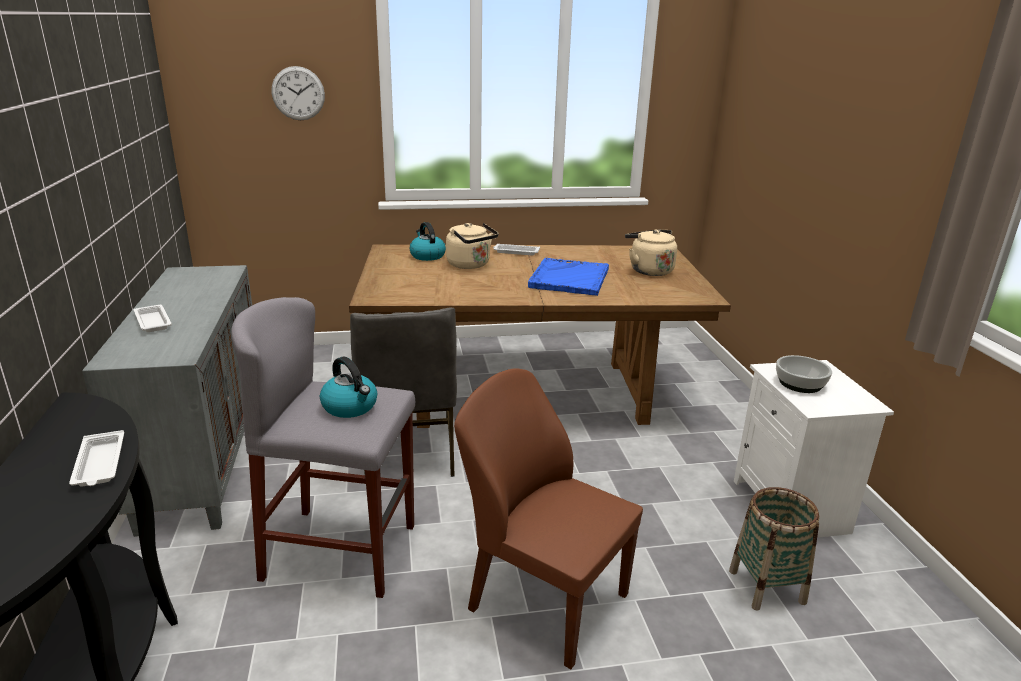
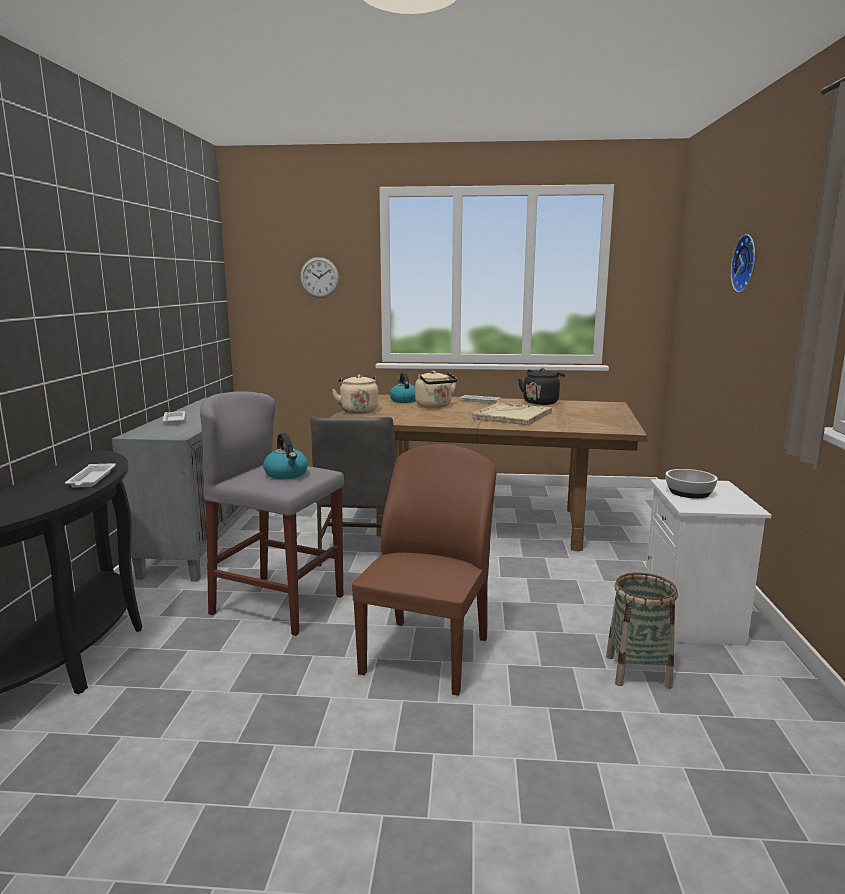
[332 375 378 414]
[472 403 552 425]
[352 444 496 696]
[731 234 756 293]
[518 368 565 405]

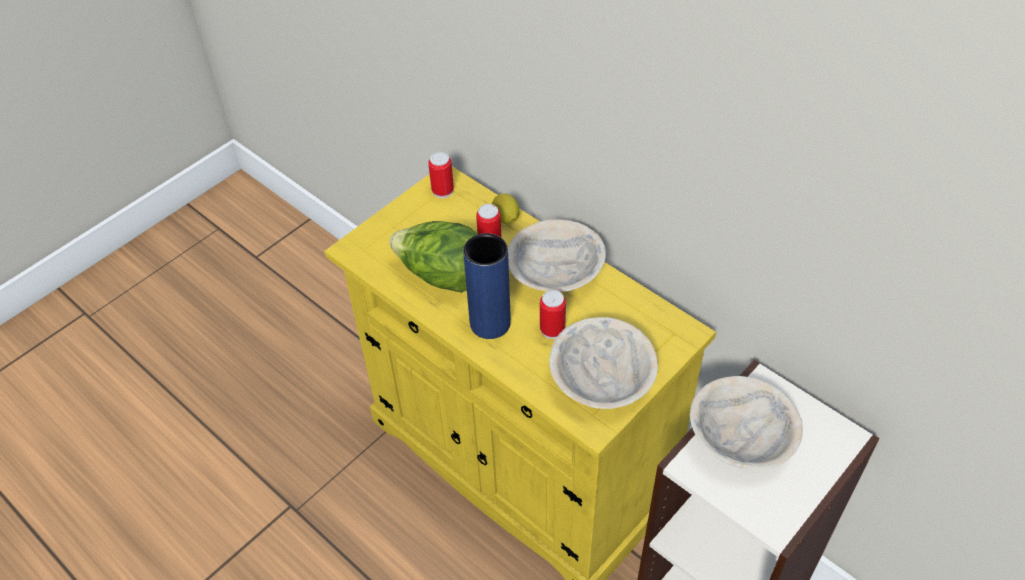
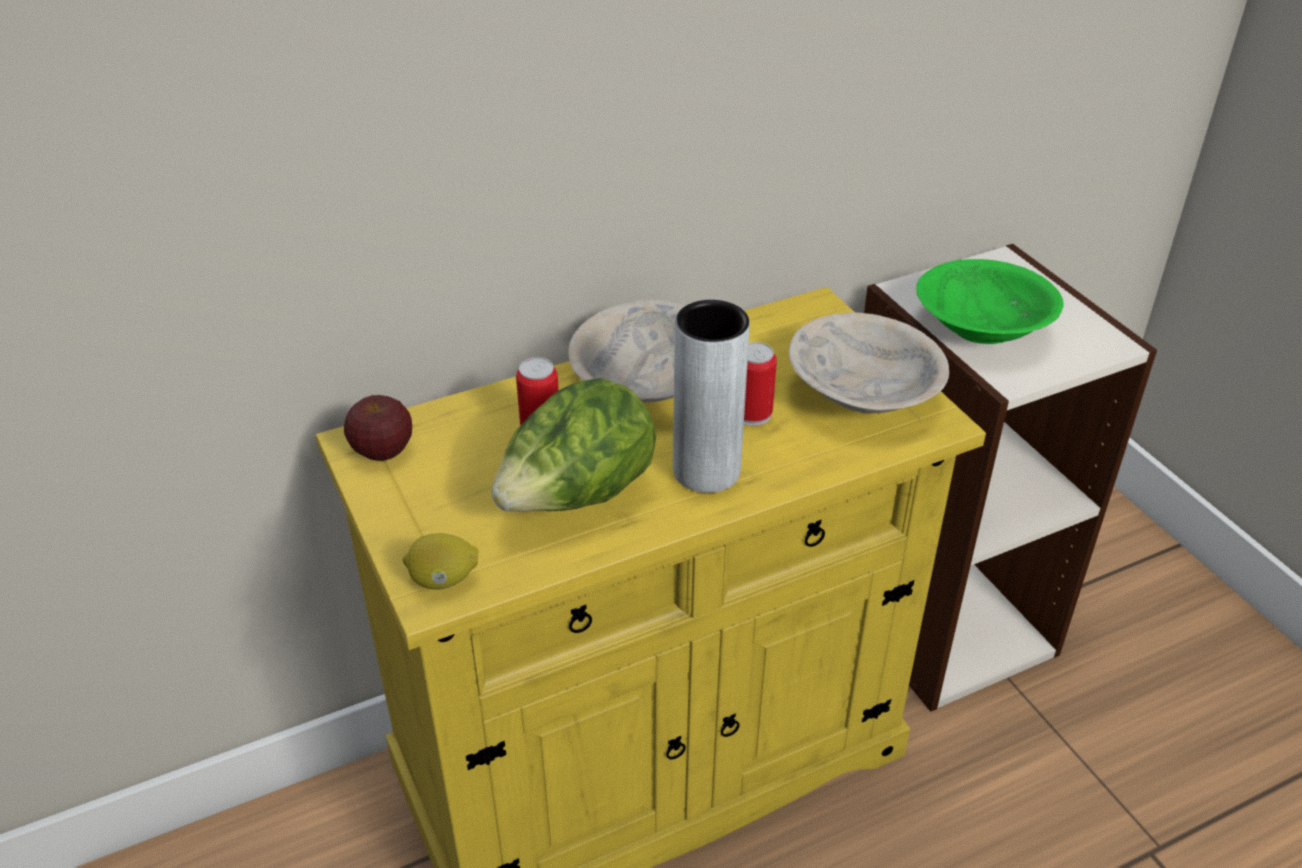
[344 395 412 461]
[403 533 478 590]
[673 300 750 493]
[916 259 1064 344]

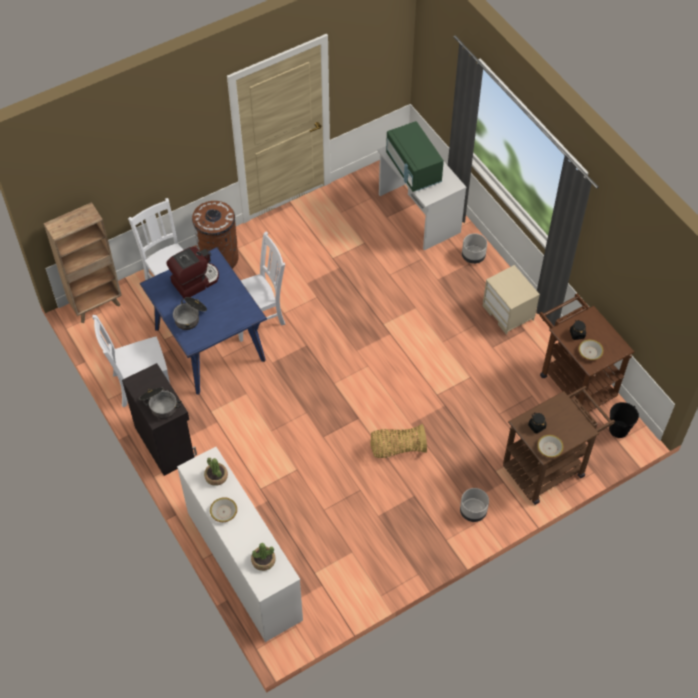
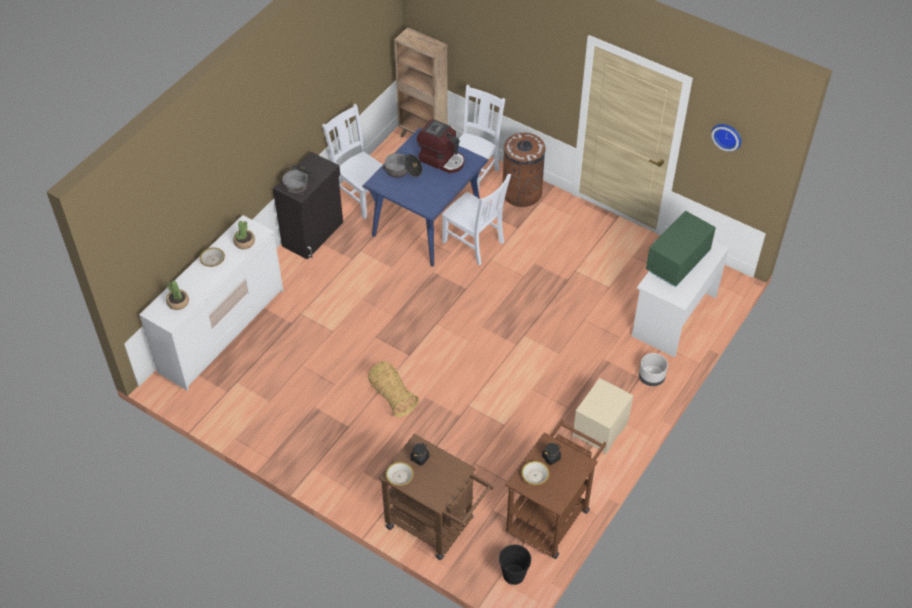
[460 488 489 522] (first image)
[711 124 741 151]

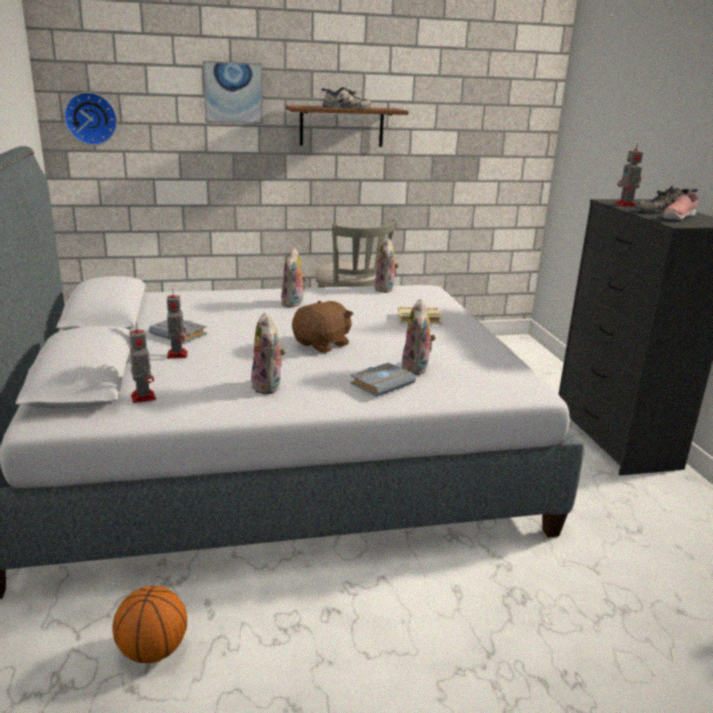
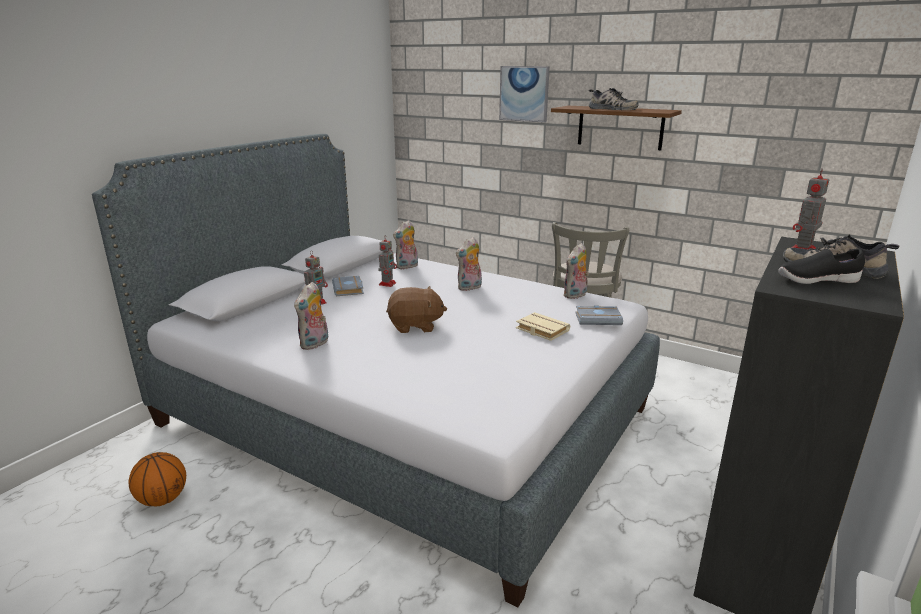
[64 92 117 145] (first image)
[778 249 865 284]
[393 220 418 269]
[378 235 397 287]
[575 305 623 325]

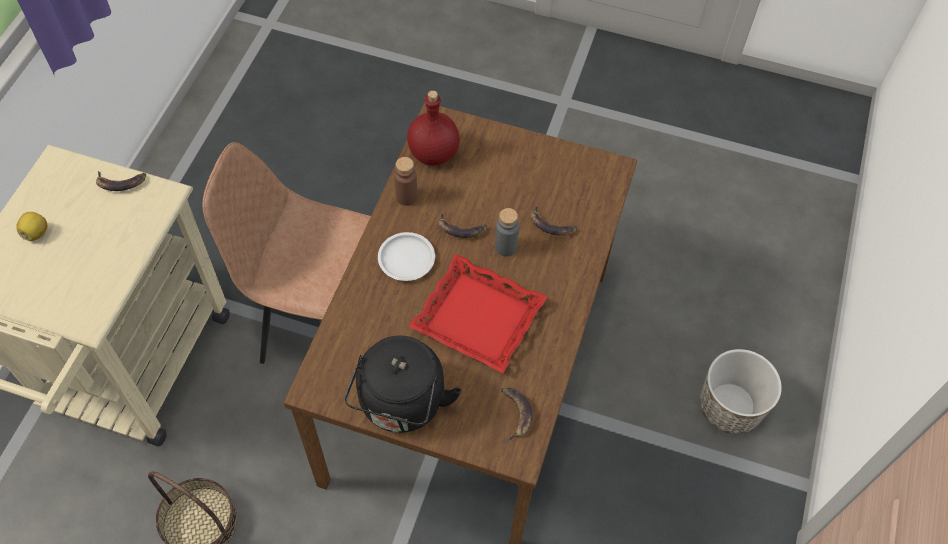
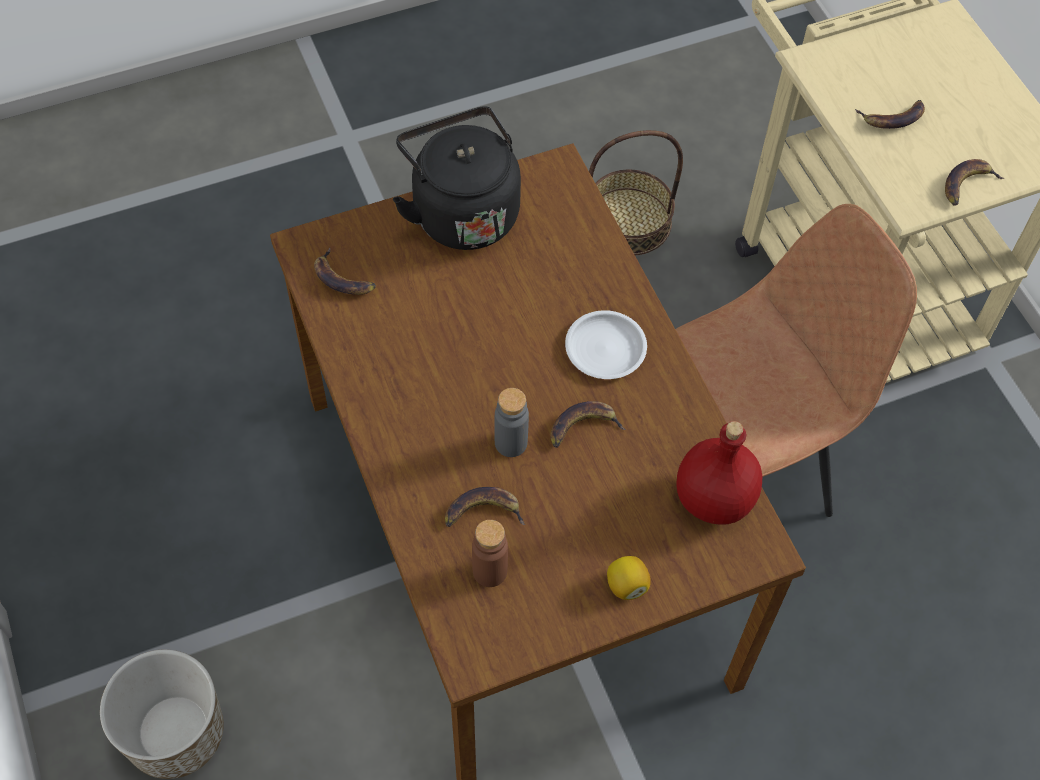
[472 520 508 587]
[607 556 651 600]
[408 254 547 373] (first image)
[855 100 925 129]

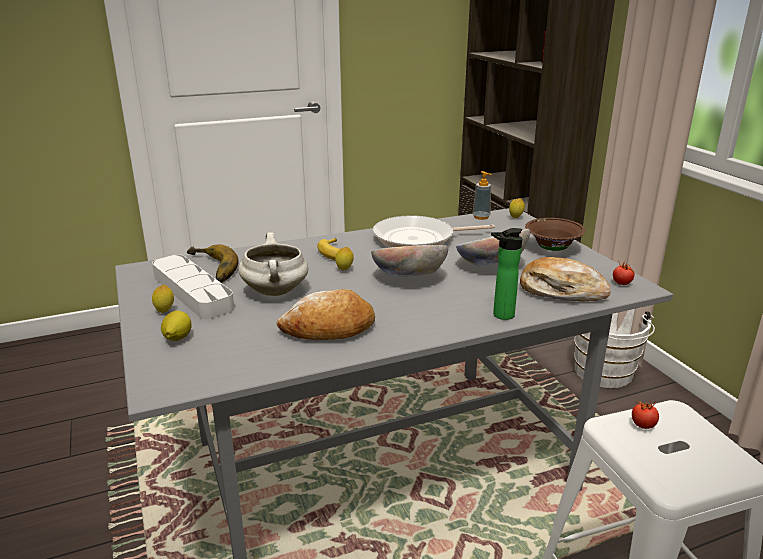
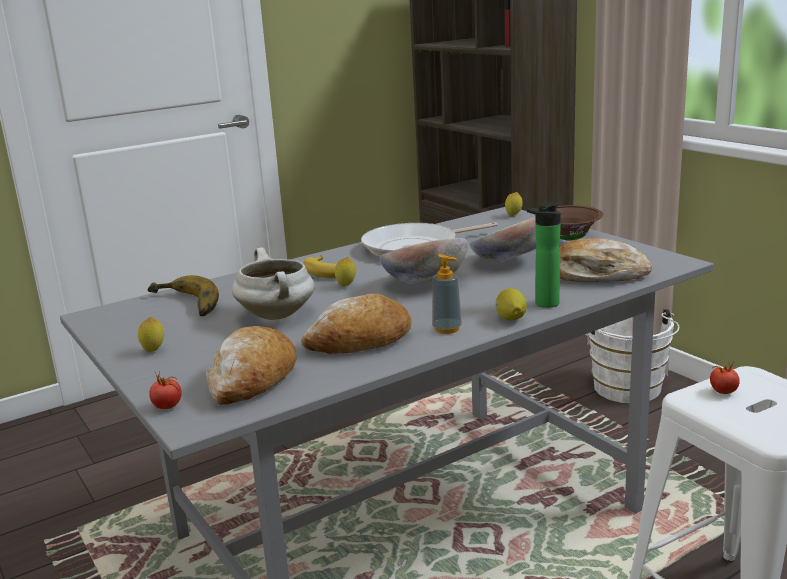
[432 254 462 334]
[152 255 234 319] (first image)
[149 372 182 409]
[495 288 527 320]
[206 326 297 405]

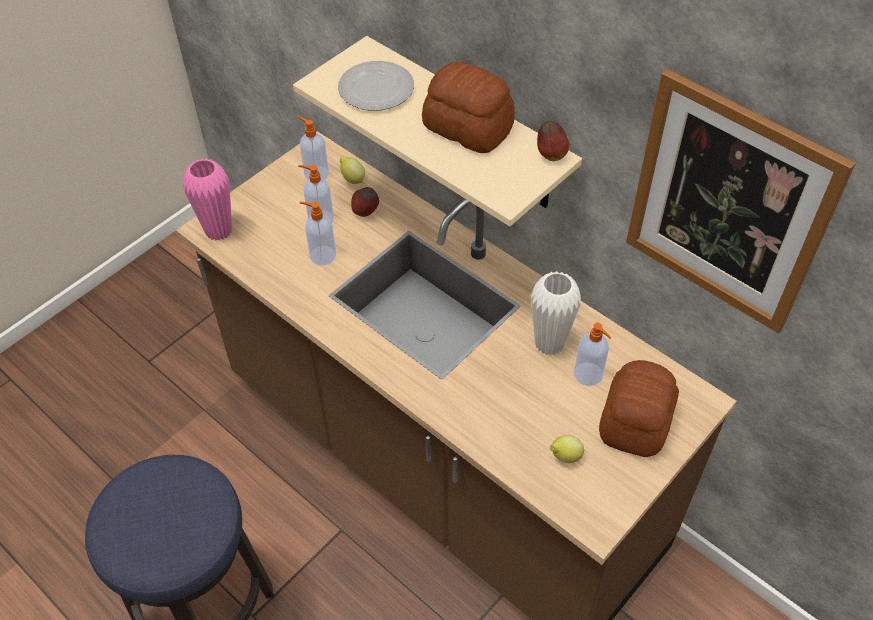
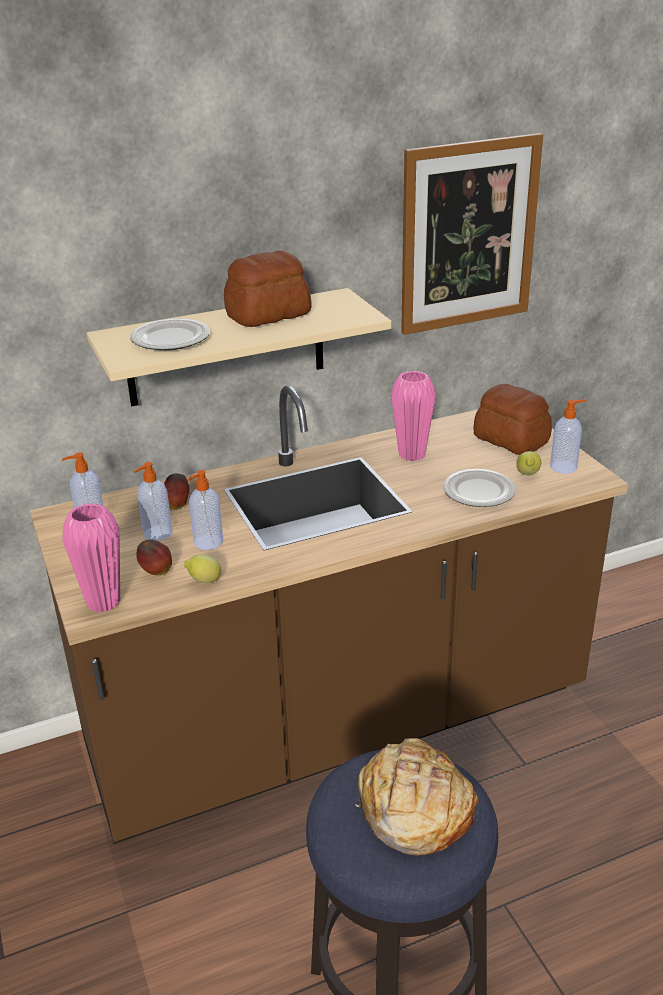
[137 539 172 575]
[184 554 221 583]
[391 371 436 461]
[550 400 587 474]
[443 469 516 507]
[355 738 479 855]

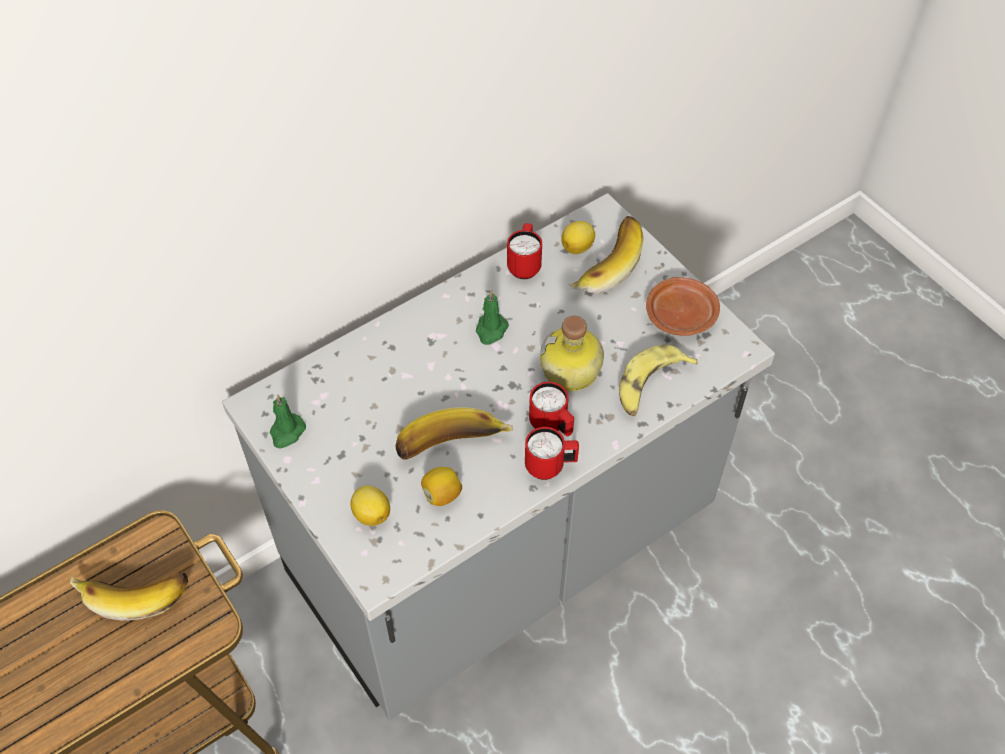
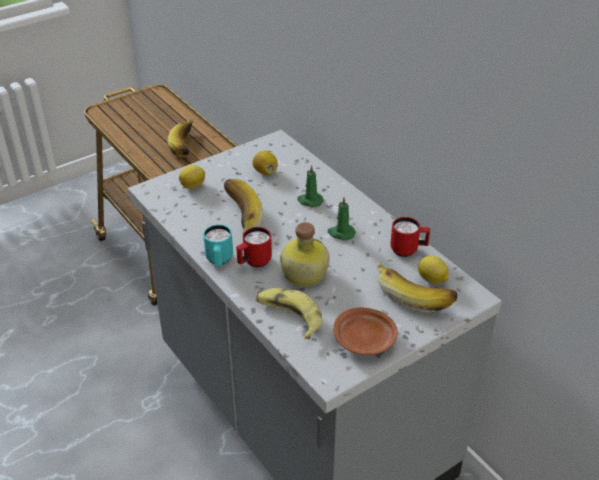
[297 165 324 208]
[203 225 233 267]
[252 151 278 175]

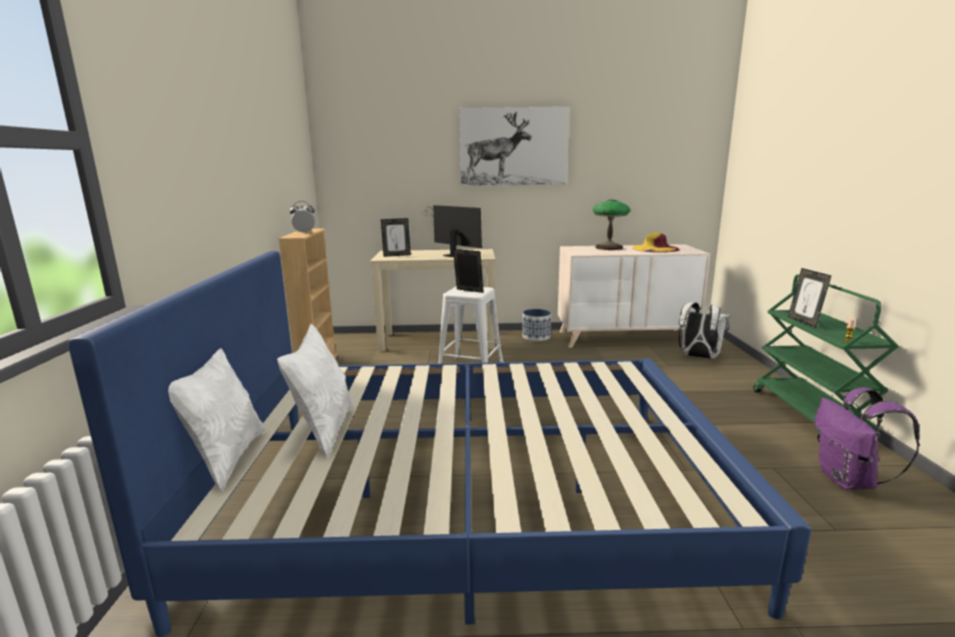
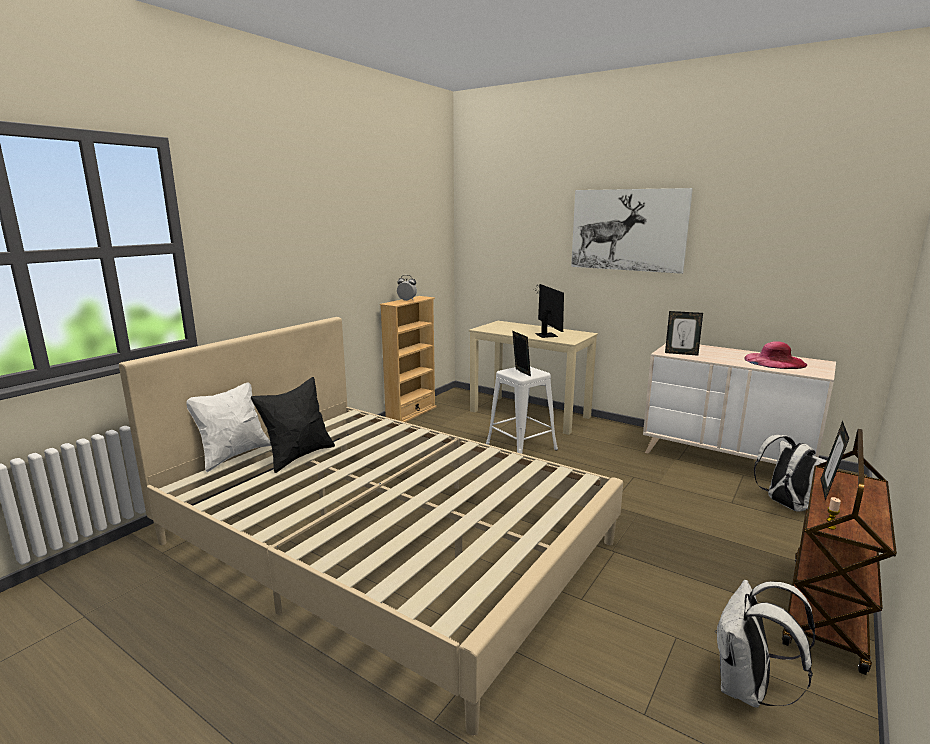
[593 200 631 250] (first image)
[665 311 703 356]
[744 341 807 369]
[119 317 623 735]
[782 429 897 675]
[522 309 551 341] (first image)
[251 377 335 473]
[715 580 816 707]

